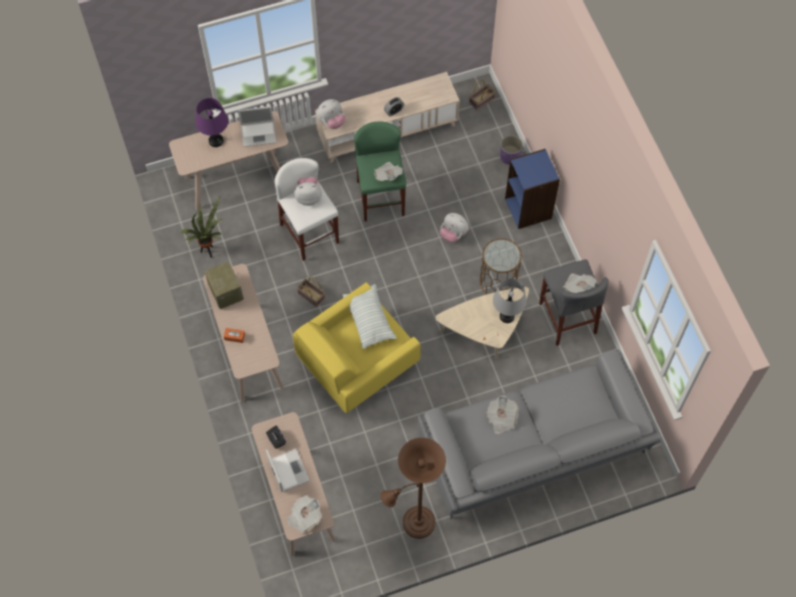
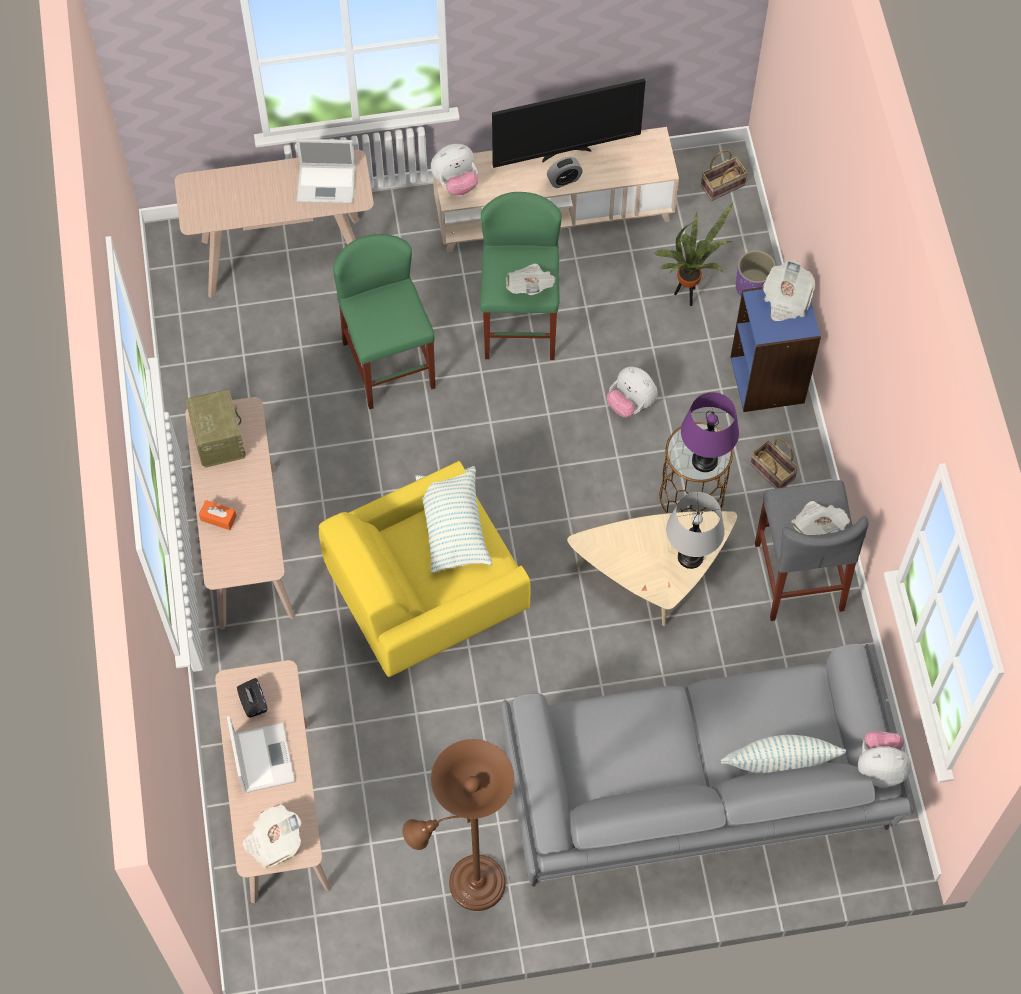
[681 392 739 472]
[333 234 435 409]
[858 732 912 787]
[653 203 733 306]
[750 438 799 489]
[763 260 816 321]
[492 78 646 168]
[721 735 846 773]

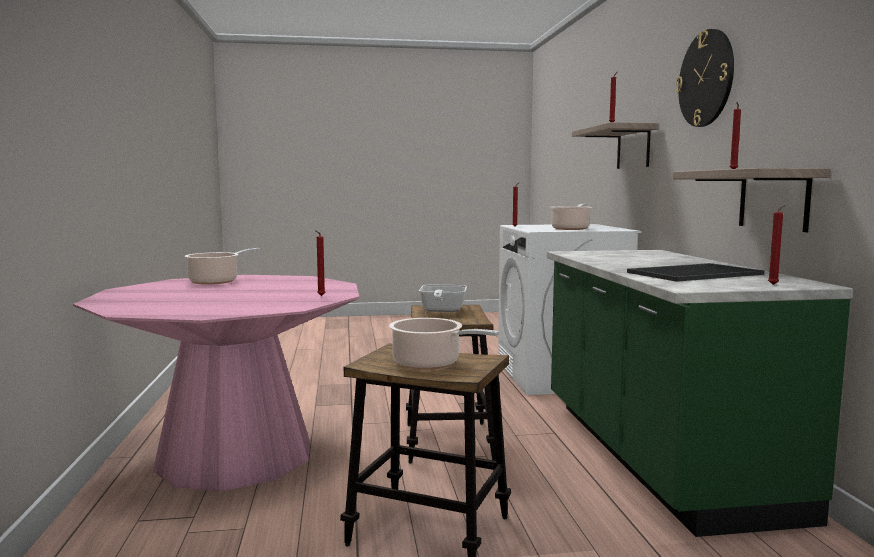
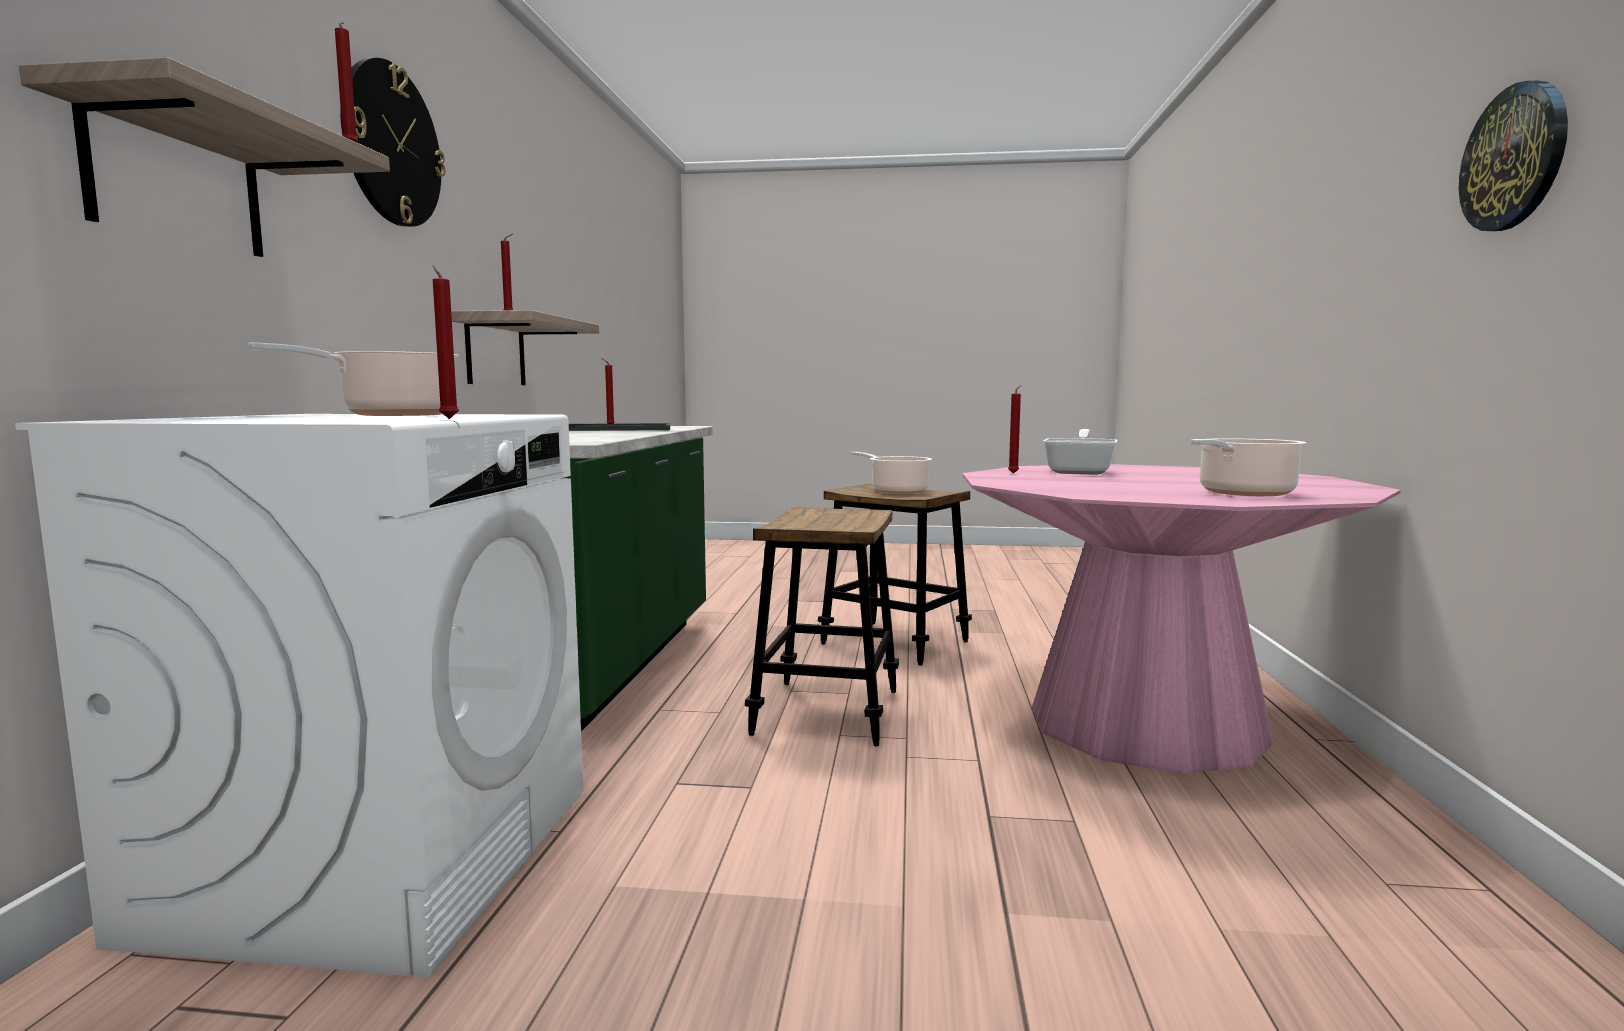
[1043 429 1118 475]
[1459 80 1568 231]

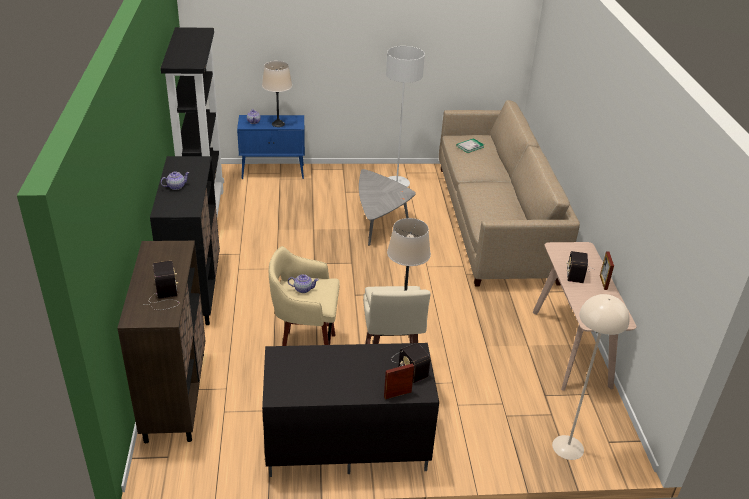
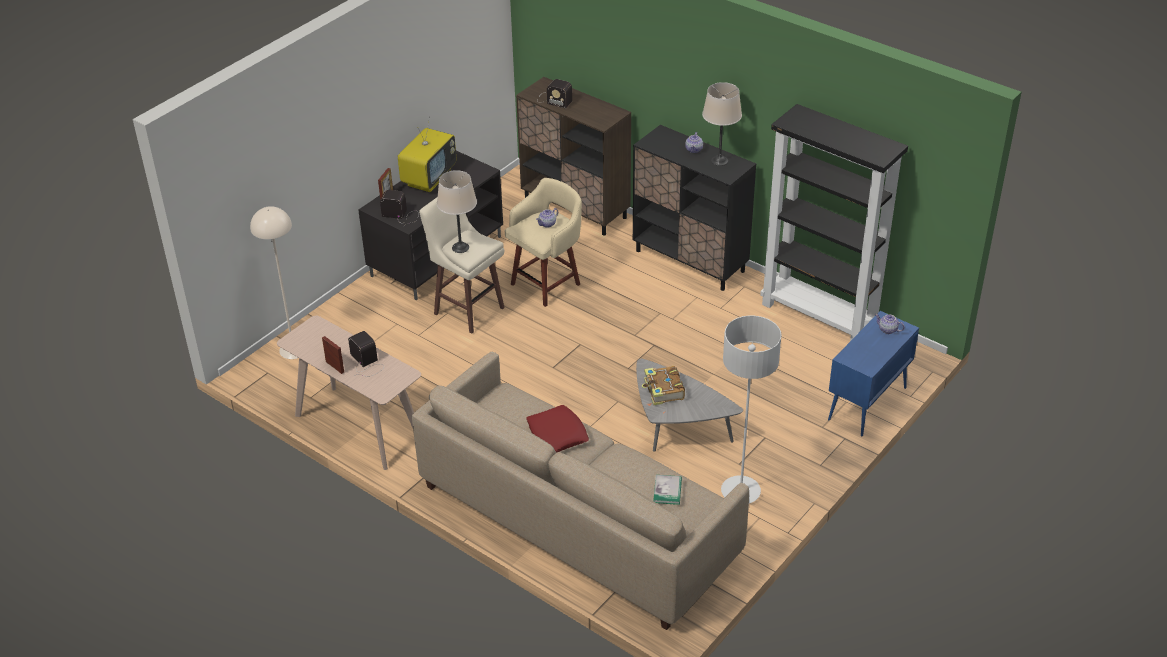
[702 82 742 166]
[398 116 456 192]
[642 366 685 405]
[526 405 589 453]

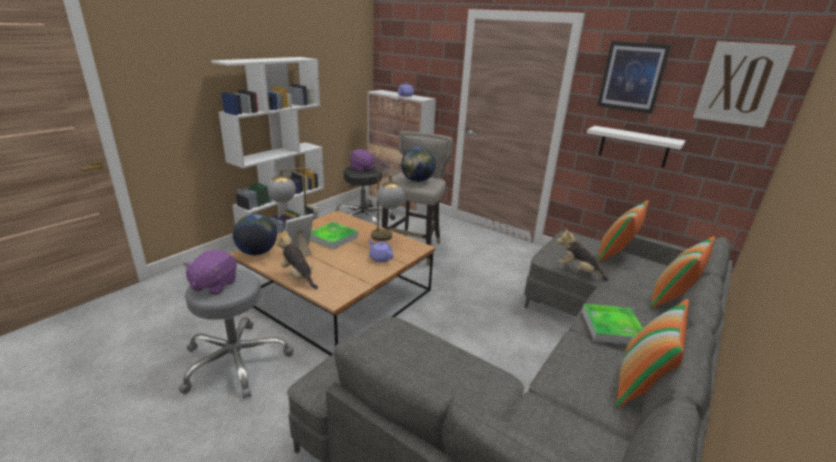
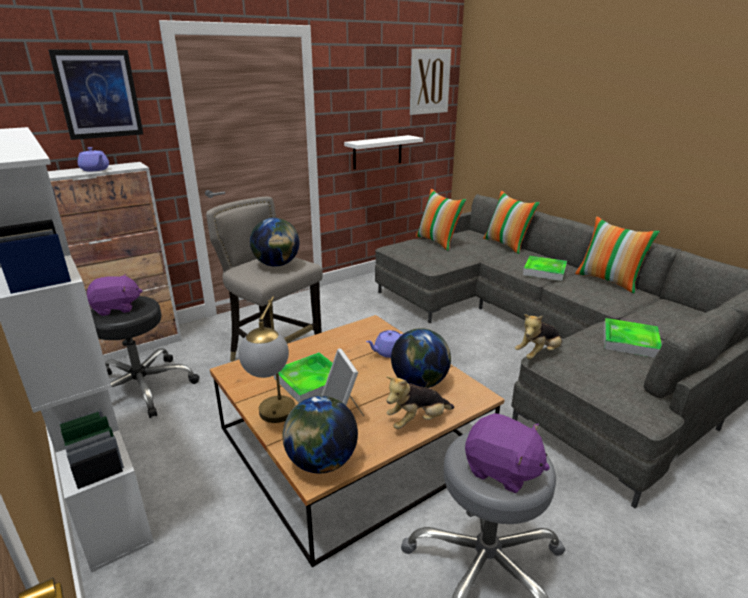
[48 50 143 140]
[371 168 404 241] (first image)
[515 314 562 359]
[604 318 662 358]
[391 328 451 388]

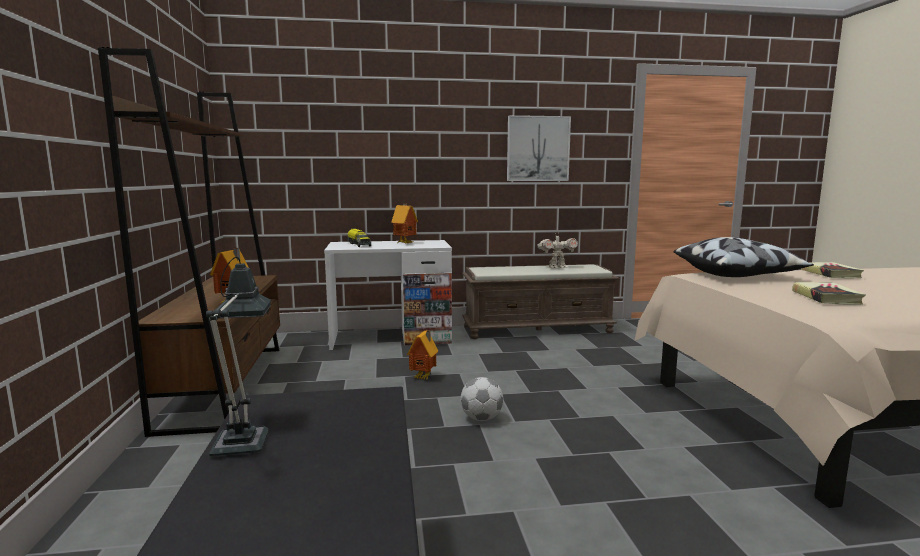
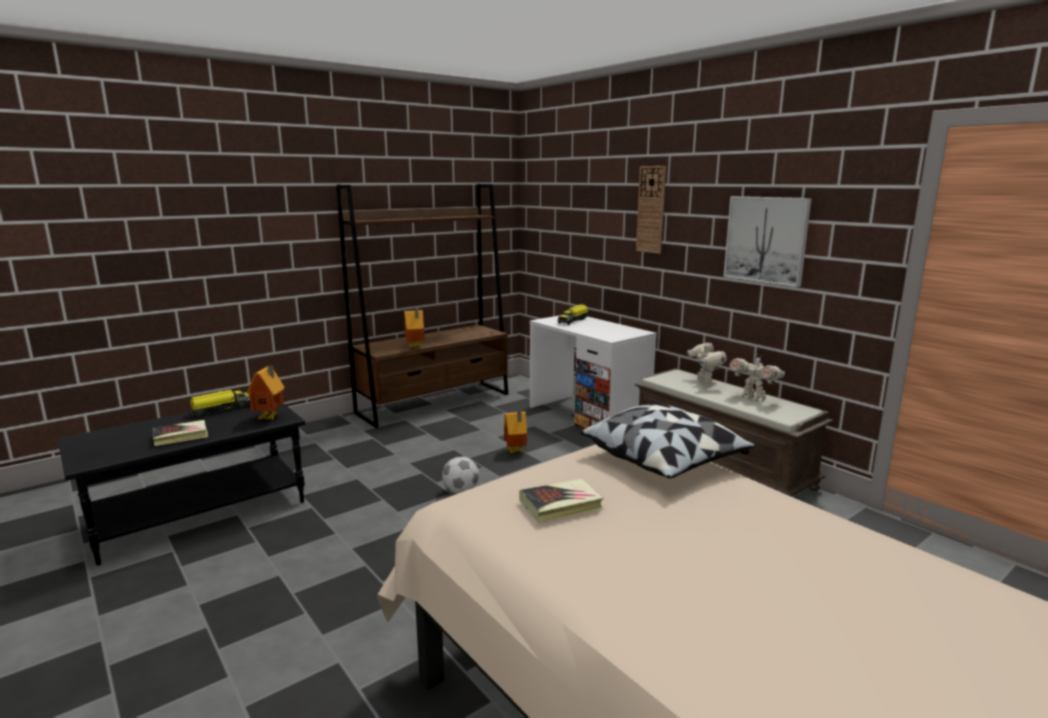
[246 366 285 420]
[188 390 250 416]
[153 420 208 446]
[636 166 666 254]
[687 341 727 385]

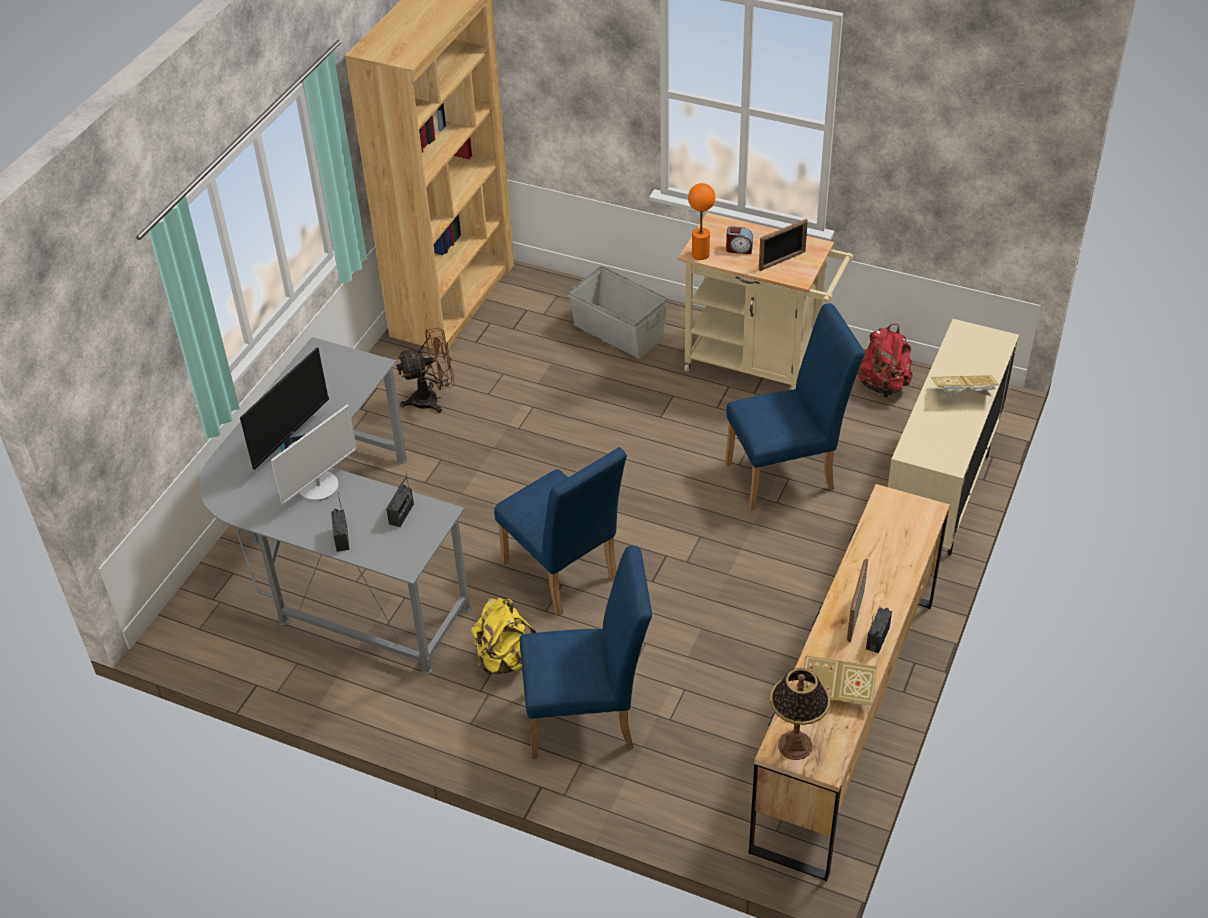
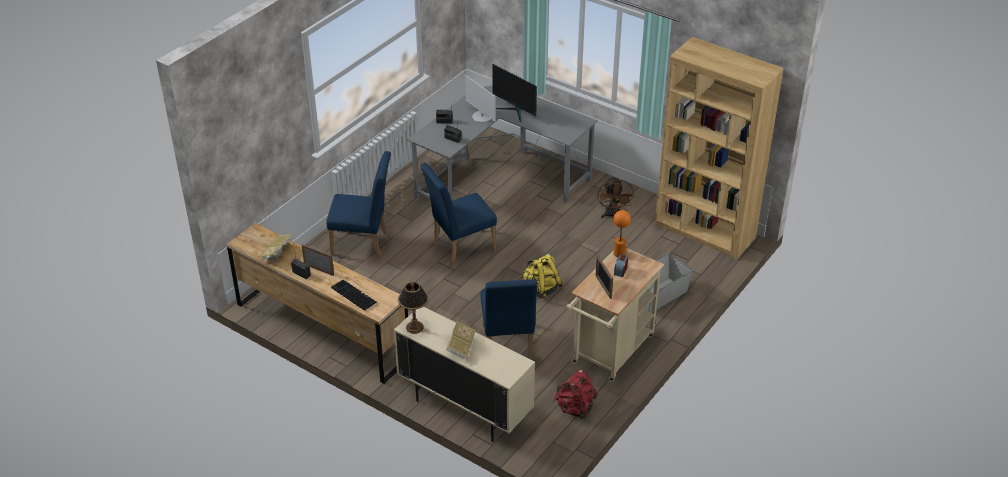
[326 151 391 259]
[523 254 563 298]
[398 282 428 334]
[331 280 377 311]

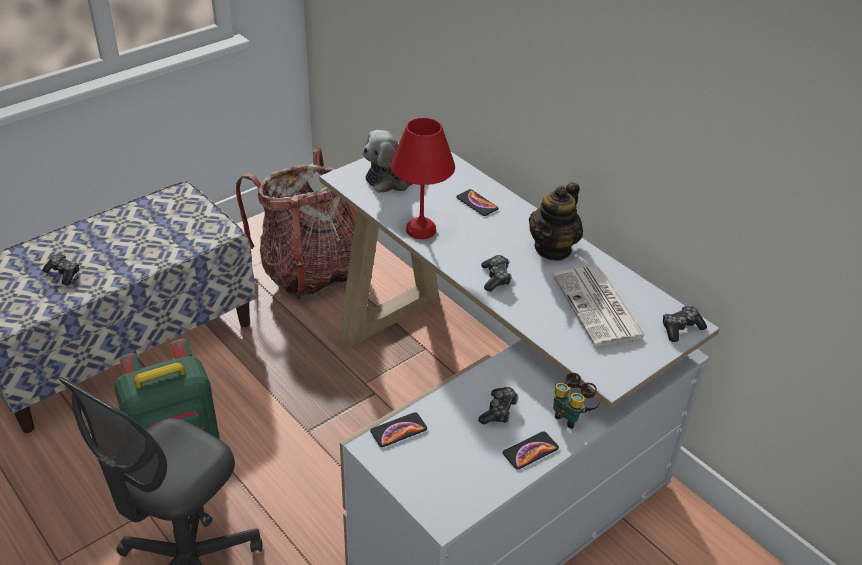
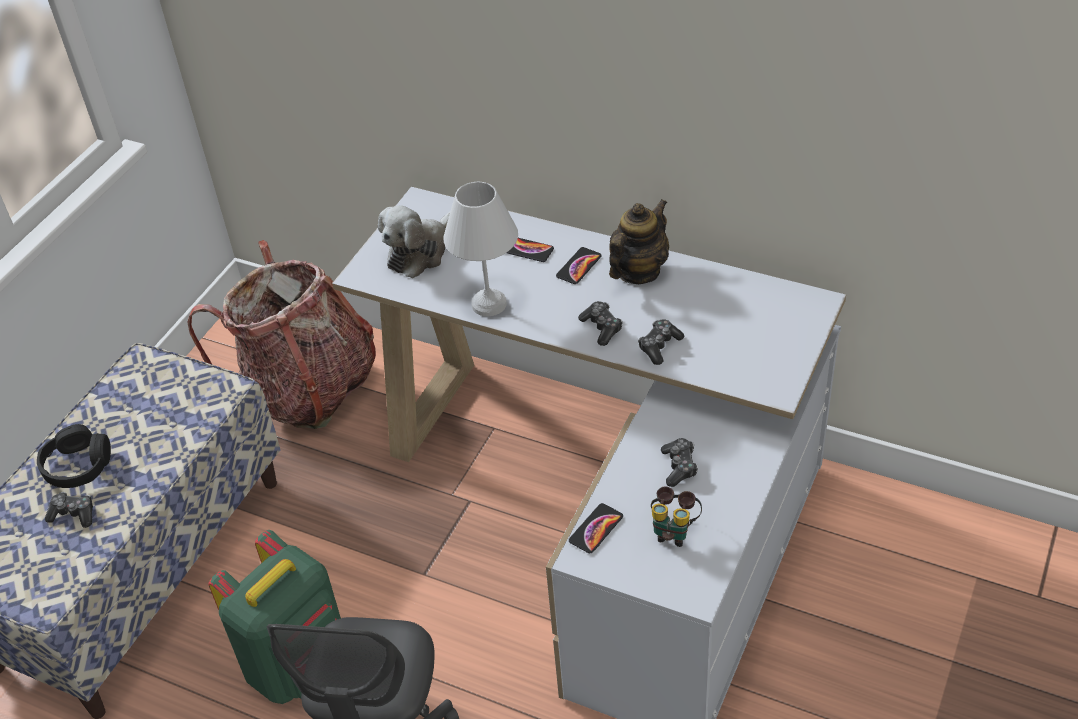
[443 182 518 316]
[609 199 669 284]
[553 266 647 347] (first image)
[638 319 684 365]
[651 487 702 547]
[556 247 602 284]
[37 424 111 488]

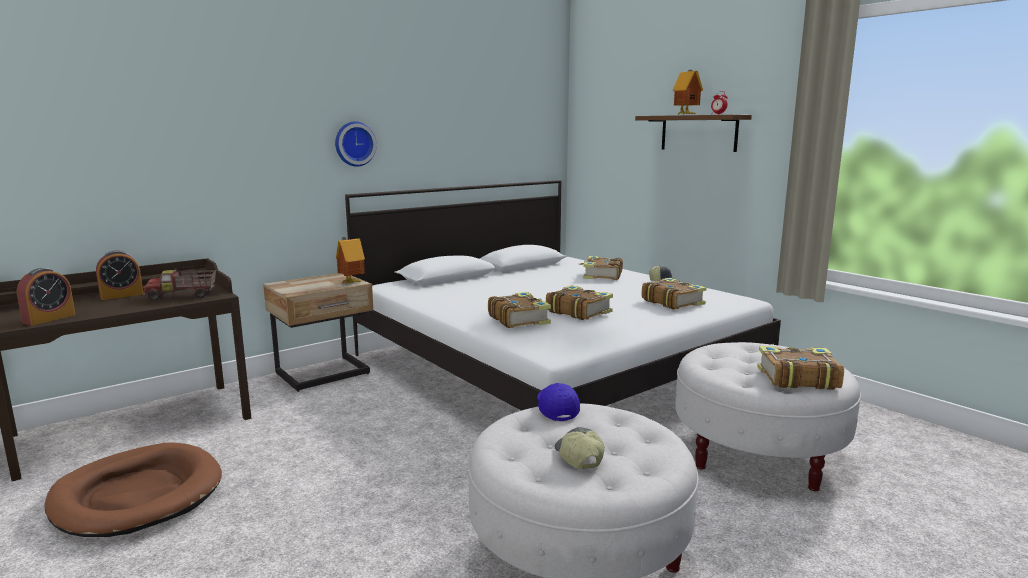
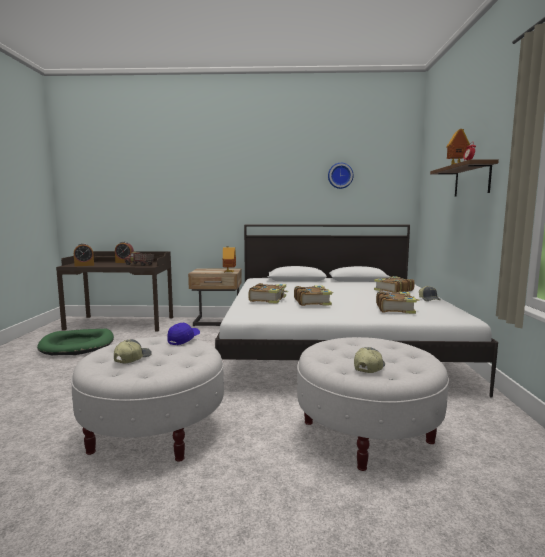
[328 163 354 189]
[354 347 385 373]
[37 328 114 355]

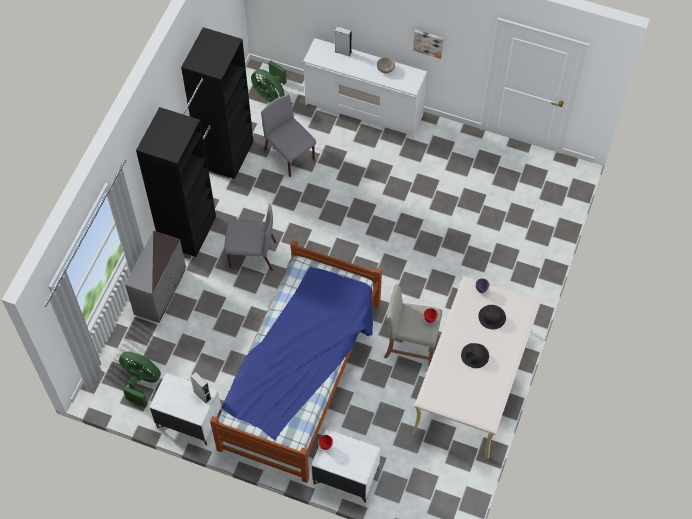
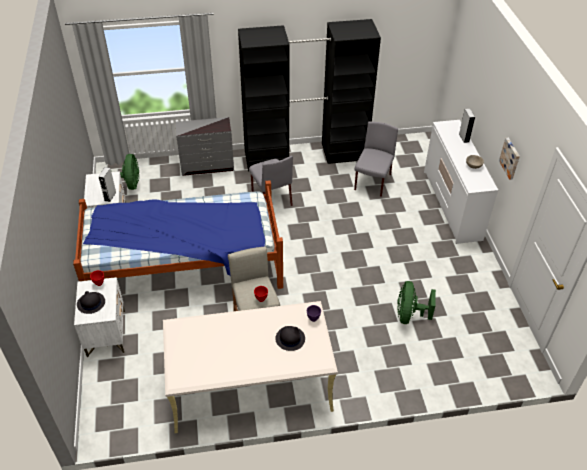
[397 281 436 324]
[77 291 105 314]

